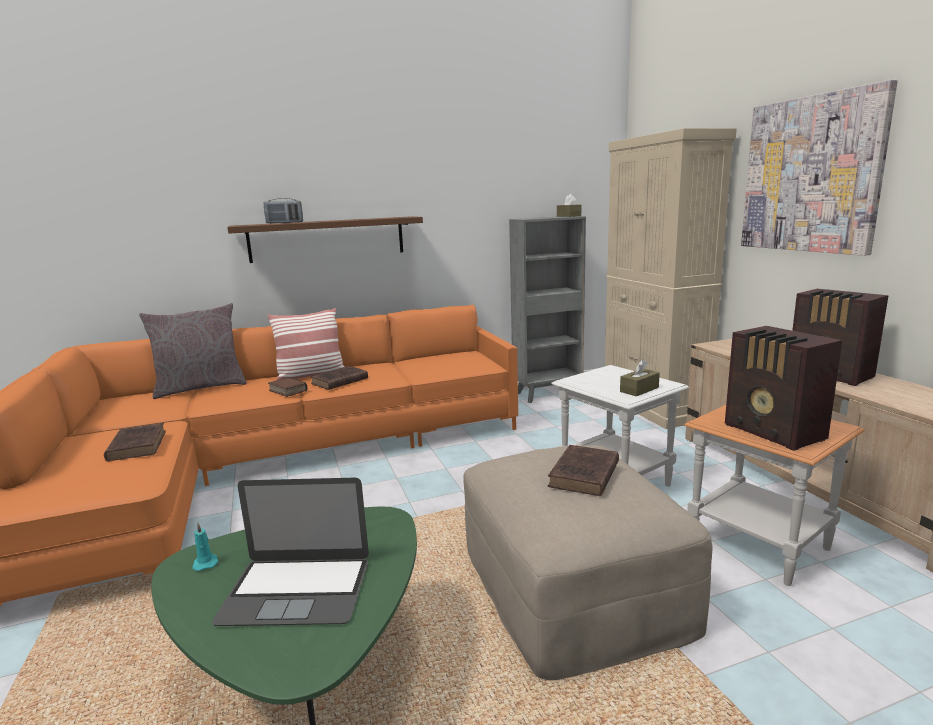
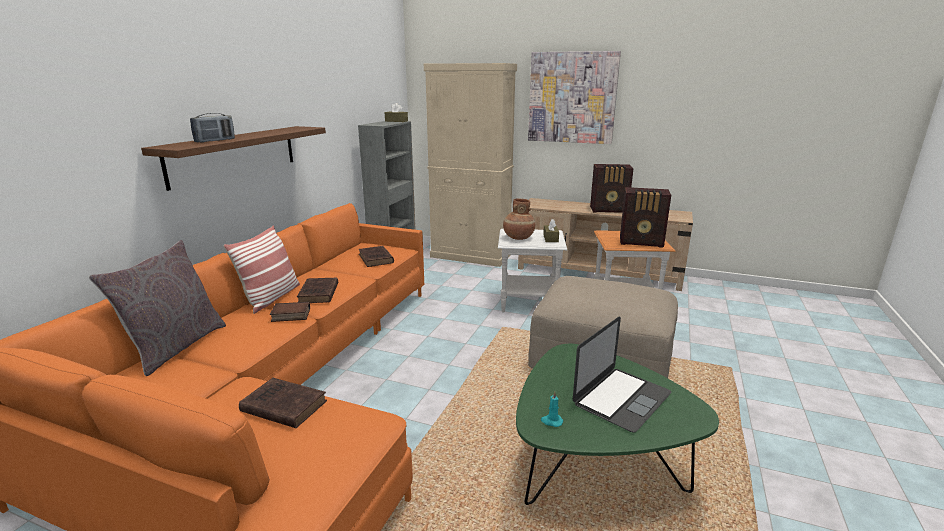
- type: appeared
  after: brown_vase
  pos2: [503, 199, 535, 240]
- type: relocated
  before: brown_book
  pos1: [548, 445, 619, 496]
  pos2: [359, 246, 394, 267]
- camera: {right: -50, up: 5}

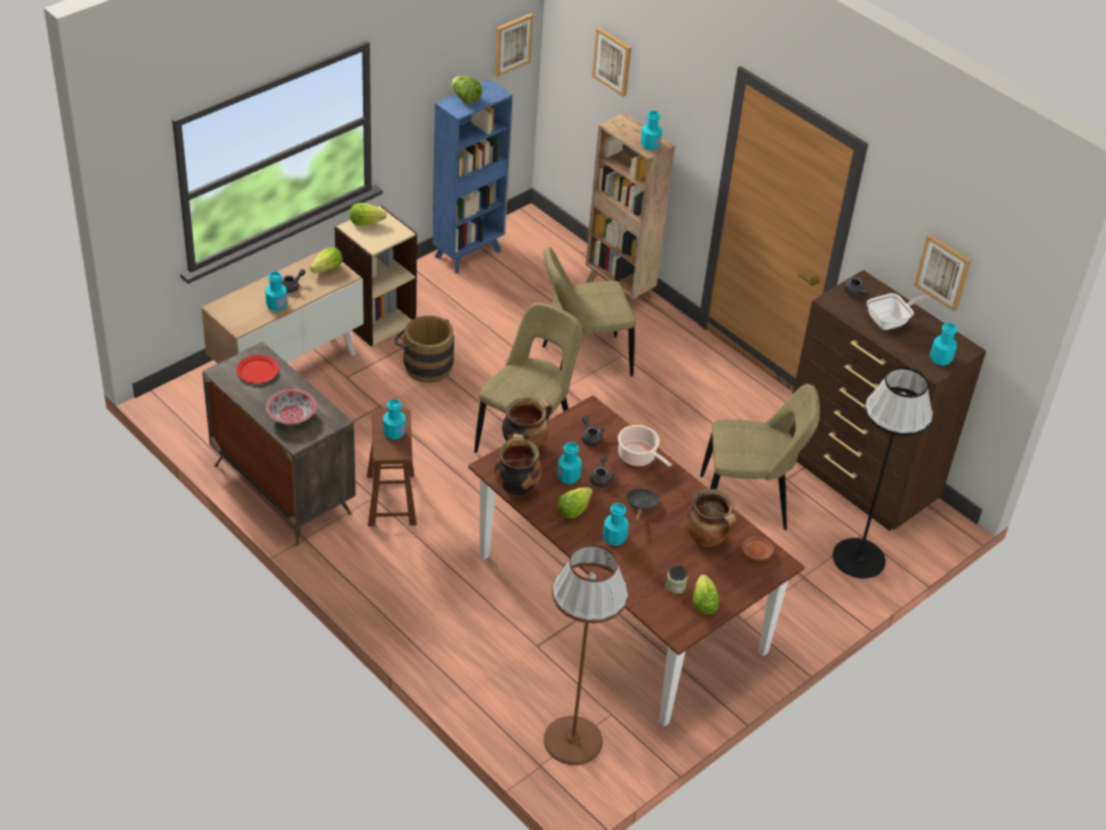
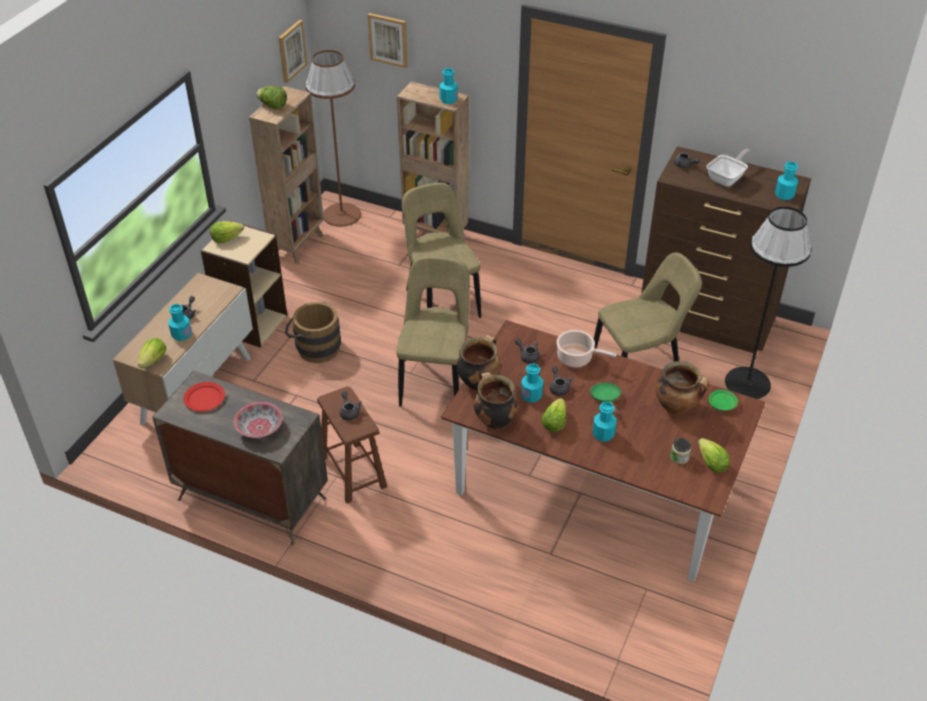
- type: missing
  before: picture
  pos1: [914, 234, 971, 312]
- type: relocated
  before: lettuce
  pos1: [310, 248, 343, 272]
  pos2: [138, 338, 166, 369]
- type: relocated
  before: brown_floor_lamp
  pos1: [544, 544, 628, 765]
  pos2: [305, 50, 361, 227]
- type: exchanged
  before: turquoise_bottle
  after: grey_teapot
  pos1: [383, 399, 406, 440]
  pos2: [340, 391, 362, 420]
- type: colour
  before: blue_bookcase
  after: brown_bookcase
  pos1: [432, 79, 513, 273]
  pos2: [249, 86, 324, 265]
- type: colour
  before: black_frying_pan
  after: green_frying_pan
  pos1: [626, 488, 659, 524]
  pos2: [590, 383, 621, 415]
- type: colour
  before: brown_plate
  after: green_plate
  pos1: [742, 537, 774, 560]
  pos2: [709, 390, 738, 411]
- type: spun
  before: beige_chair
  pos1: [542, 247, 636, 376]
  pos2: [402, 182, 481, 318]
  turn: 105
- camera: {right: -20, up: 0}

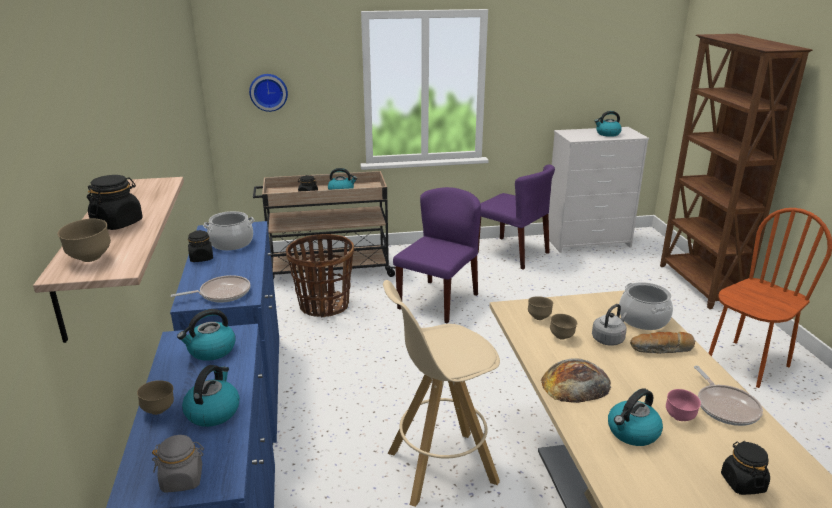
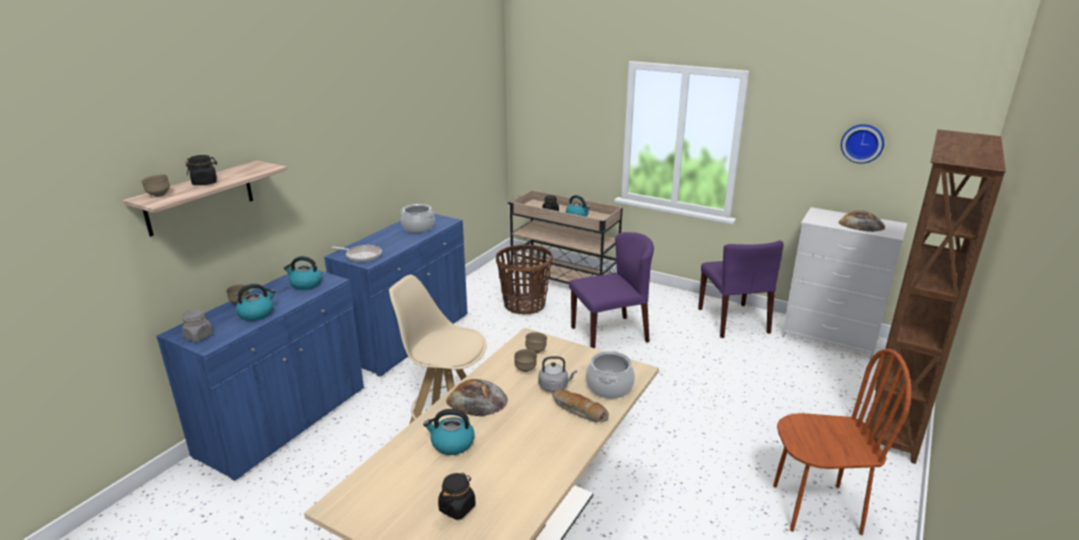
- type: missing
  before: black_jar
  pos1: [188, 230, 213, 262]
- type: missing
  before: pink_bowl
  pos1: [666, 389, 701, 421]
- type: missing
  before: frying_pan
  pos1: [694, 366, 763, 426]
- type: relocated
  before: wall_clock
  pos1: [249, 74, 288, 112]
  pos2: [841, 124, 884, 164]
- type: exchanged
  before: kettle
  after: bread
  pos1: [595, 111, 622, 137]
  pos2: [838, 210, 885, 232]
- camera: {right: 40, up: 0}

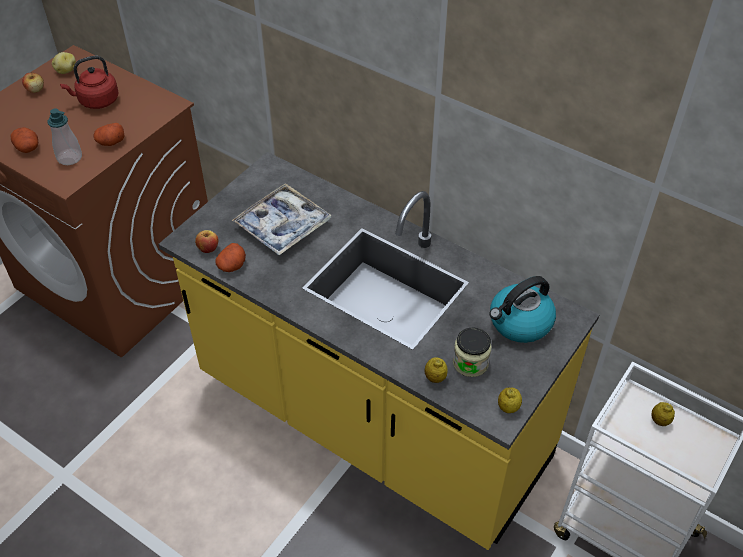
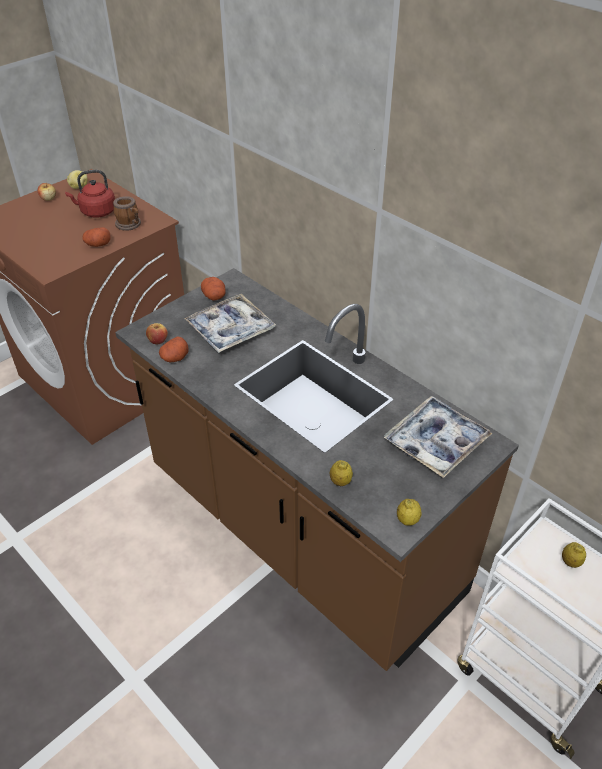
- type: missing
  before: soap_dispenser
  pos1: [48, 109, 82, 165]
- type: missing
  before: jar
  pos1: [453, 327, 492, 377]
- type: appeared
  after: mug
  pos2: [113, 196, 141, 231]
- type: relocated
  before: potato
  pos1: [11, 127, 38, 153]
  pos2: [201, 277, 226, 301]
- type: exchanged
  before: kettle
  after: tray
  pos1: [489, 276, 556, 343]
  pos2: [384, 396, 493, 478]
- type: colour
  before: yellow_counter
  after: brown_counter
  pos1: [158, 152, 599, 550]
  pos2: [115, 268, 519, 671]
- camera: {right: 10, up: -5}

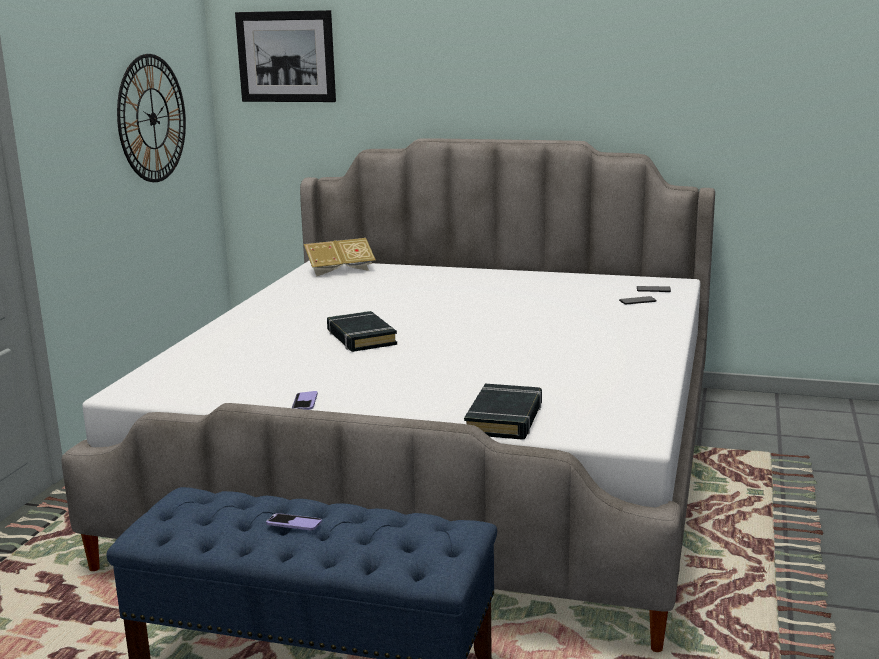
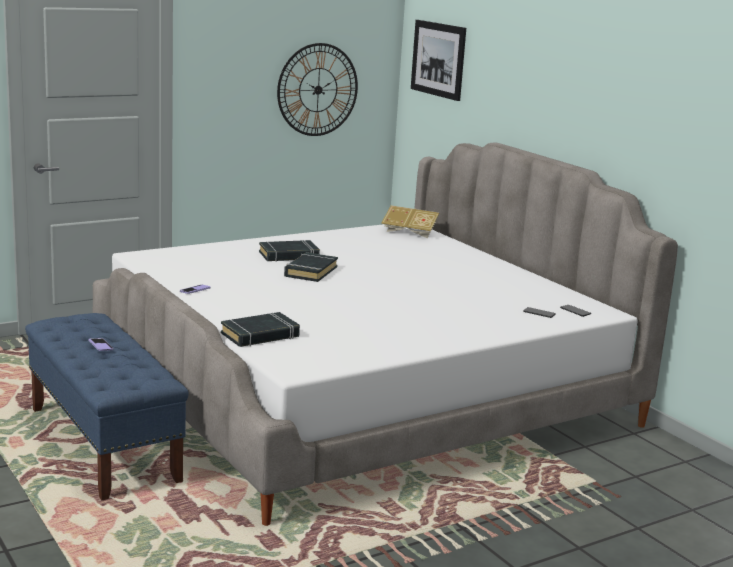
- type: appeared
  after: black_book
  pos2: [259, 240, 320, 261]
- camera: {right: 40, up: 0}

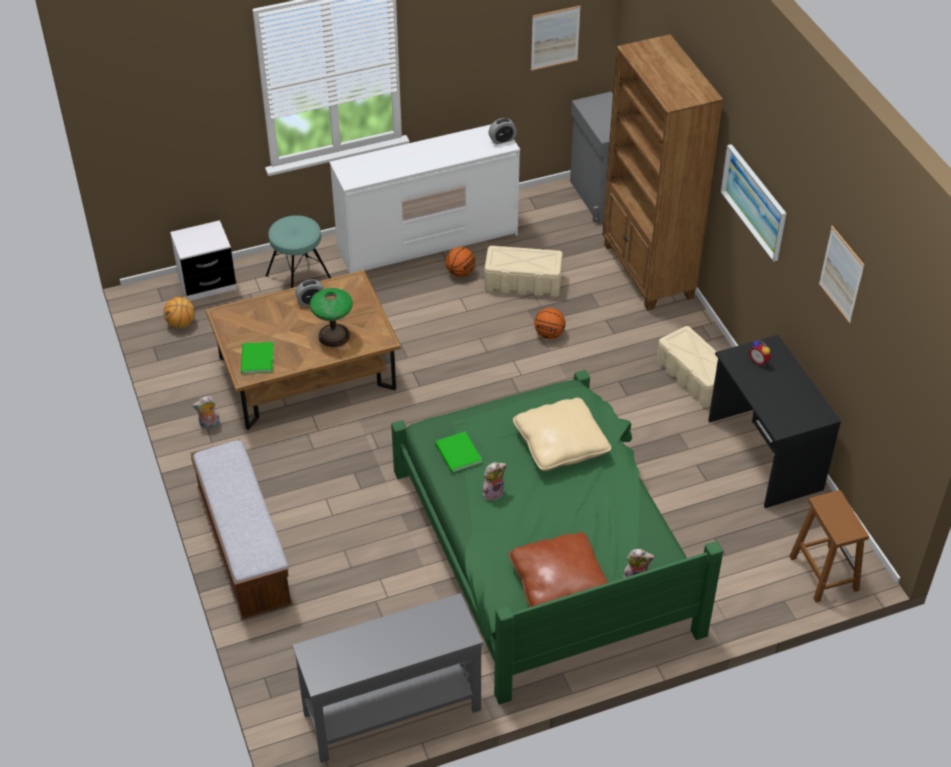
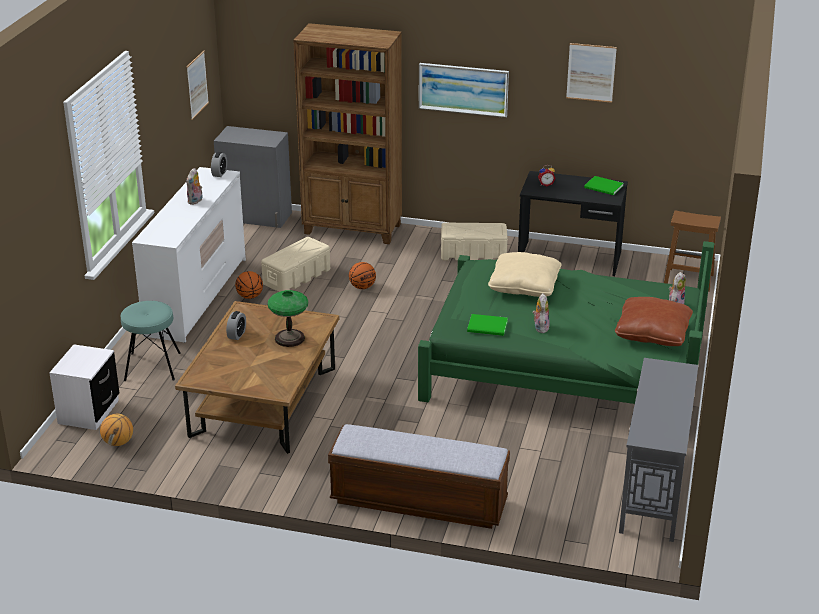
- type: relocated
  before: plush_toy
  pos1: [192, 396, 221, 429]
  pos2: [186, 168, 202, 205]
- type: relocated
  before: green_book
  pos1: [241, 342, 274, 374]
  pos2: [584, 176, 624, 195]
- camera: {right: -55, up: -15}

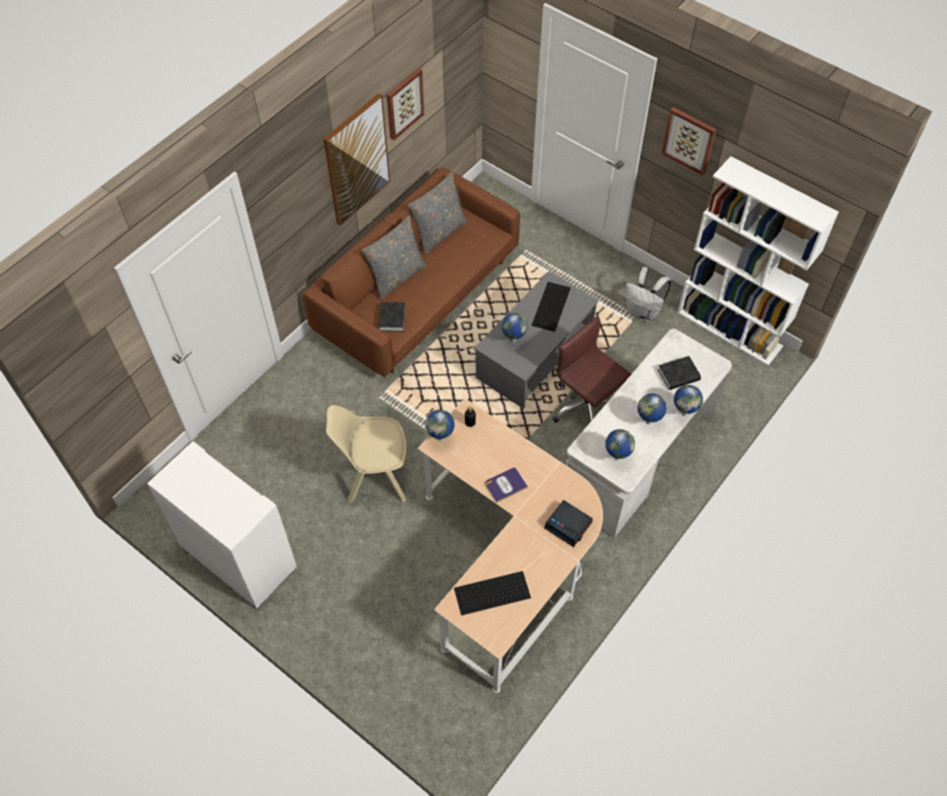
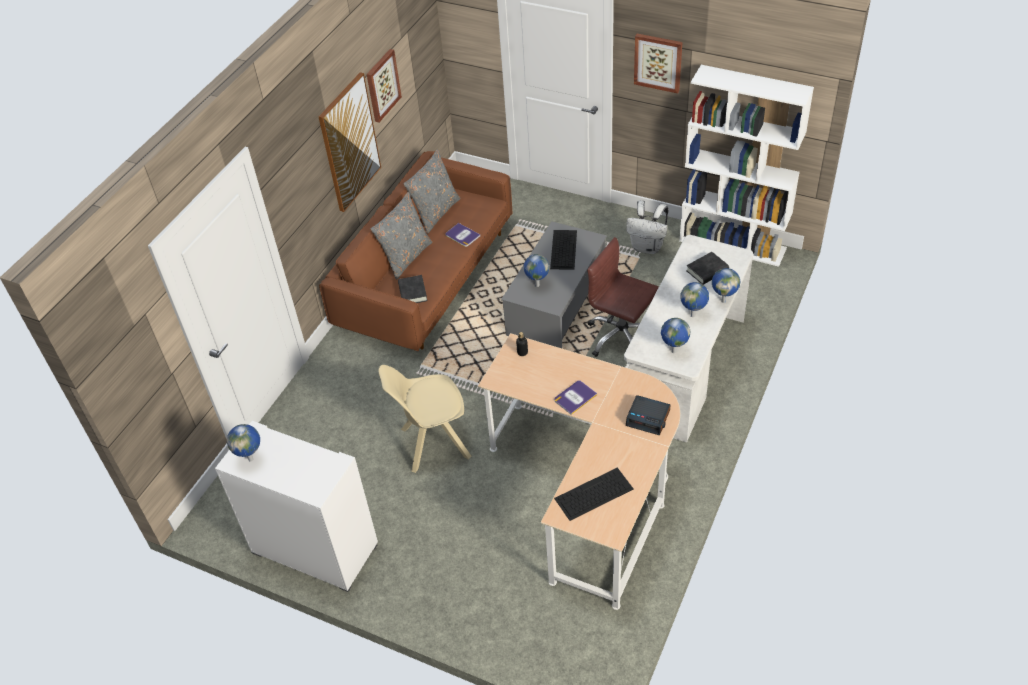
- type: appeared
  after: book
  pos2: [445, 223, 480, 247]
- type: relocated
  before: globe
  pos1: [425, 410, 455, 441]
  pos2: [227, 424, 260, 462]
- camera: {right: -10, up: -10}

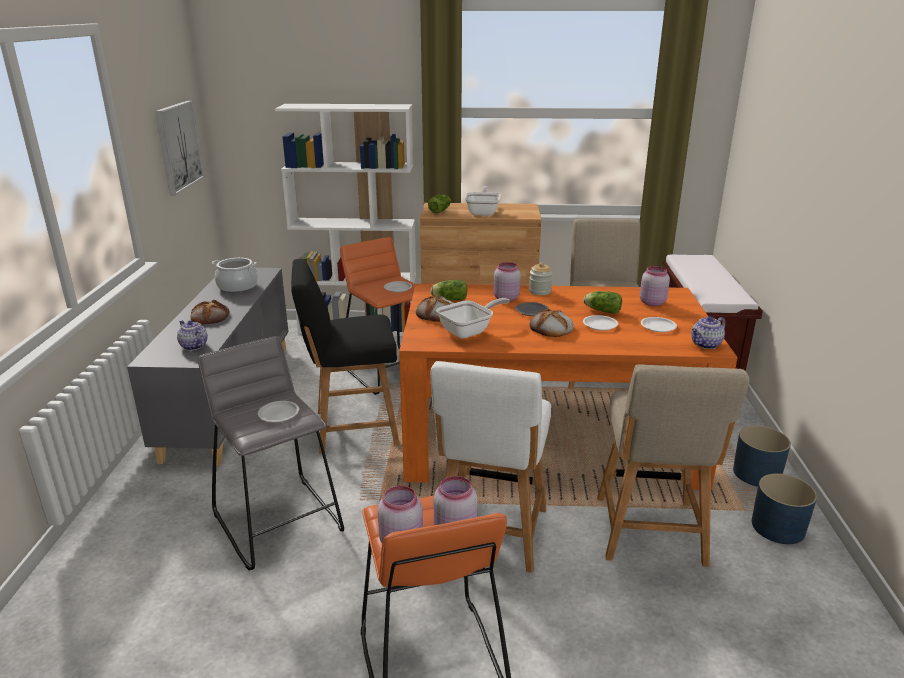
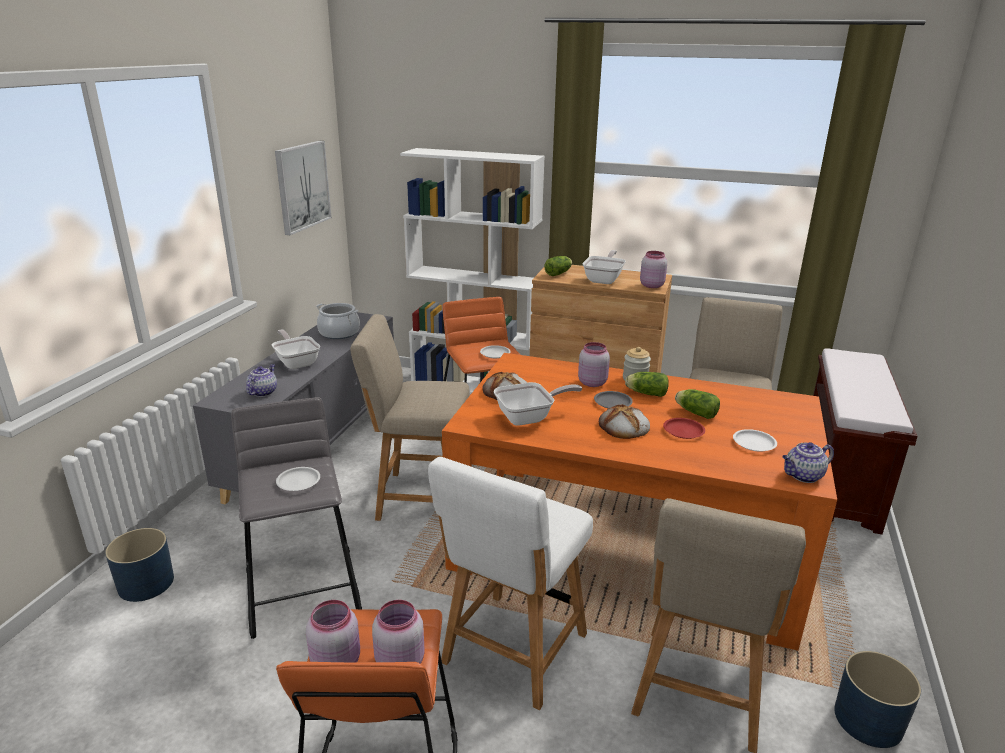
- type: relocated
  before: lettuce
  pos1: [430, 280, 467, 300]
  pos2: [625, 372, 669, 397]
- type: relocated
  before: pink_jar
  pos1: [640, 266, 670, 306]
  pos2: [640, 251, 667, 288]
- type: relocated
  before: blue_planter
  pos1: [733, 426, 791, 487]
  pos2: [105, 528, 174, 602]
- type: exchanged
  before: bread
  after: frying_pan
  pos1: [190, 300, 229, 325]
  pos2: [272, 329, 320, 369]
- type: colour
  before: black_chair
  after: beige_chair
  pos1: [291, 259, 400, 454]
  pos2: [350, 314, 470, 521]
- type: colour
  before: white_plate
  after: red_plate
  pos1: [583, 315, 618, 330]
  pos2: [663, 418, 705, 439]
- type: spun
  before: teapot
  pos1: [177, 320, 208, 350]
  pos2: [246, 364, 277, 397]
  turn: 45
- camera: {right: 15, up: 0}

